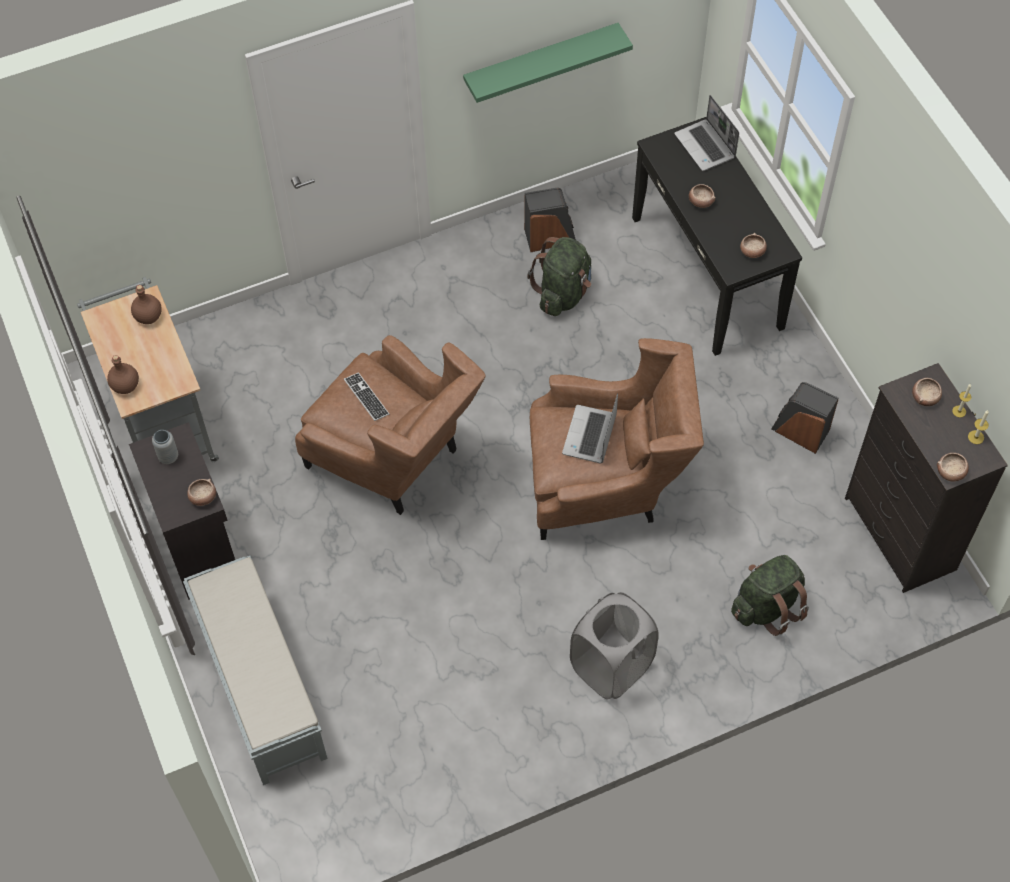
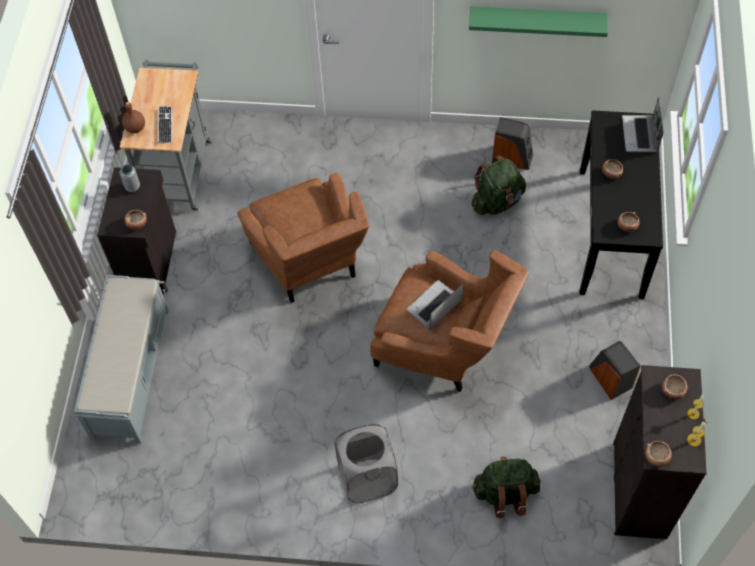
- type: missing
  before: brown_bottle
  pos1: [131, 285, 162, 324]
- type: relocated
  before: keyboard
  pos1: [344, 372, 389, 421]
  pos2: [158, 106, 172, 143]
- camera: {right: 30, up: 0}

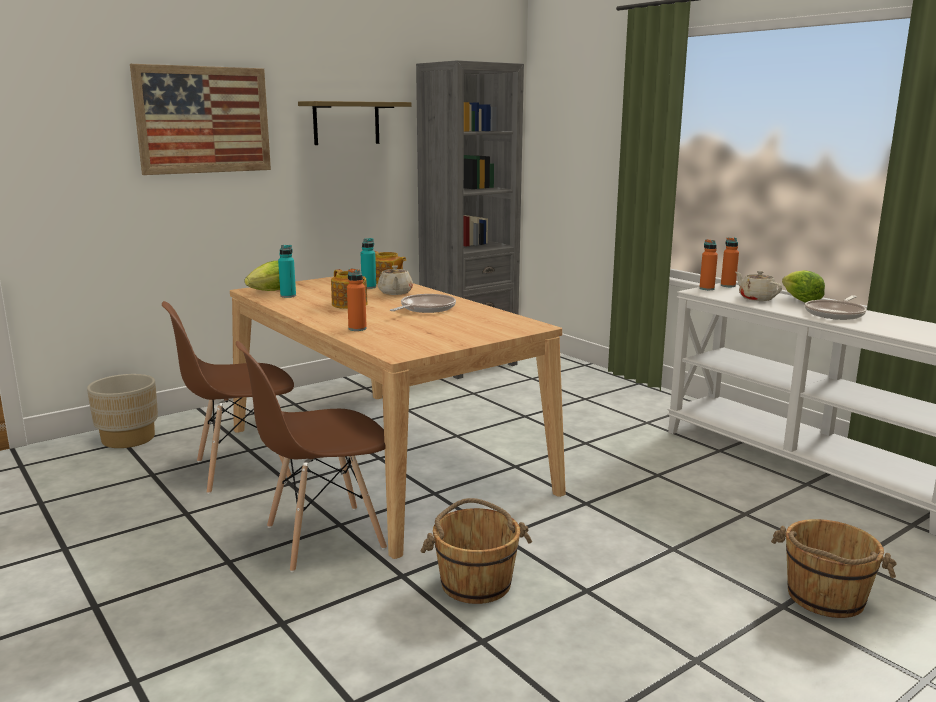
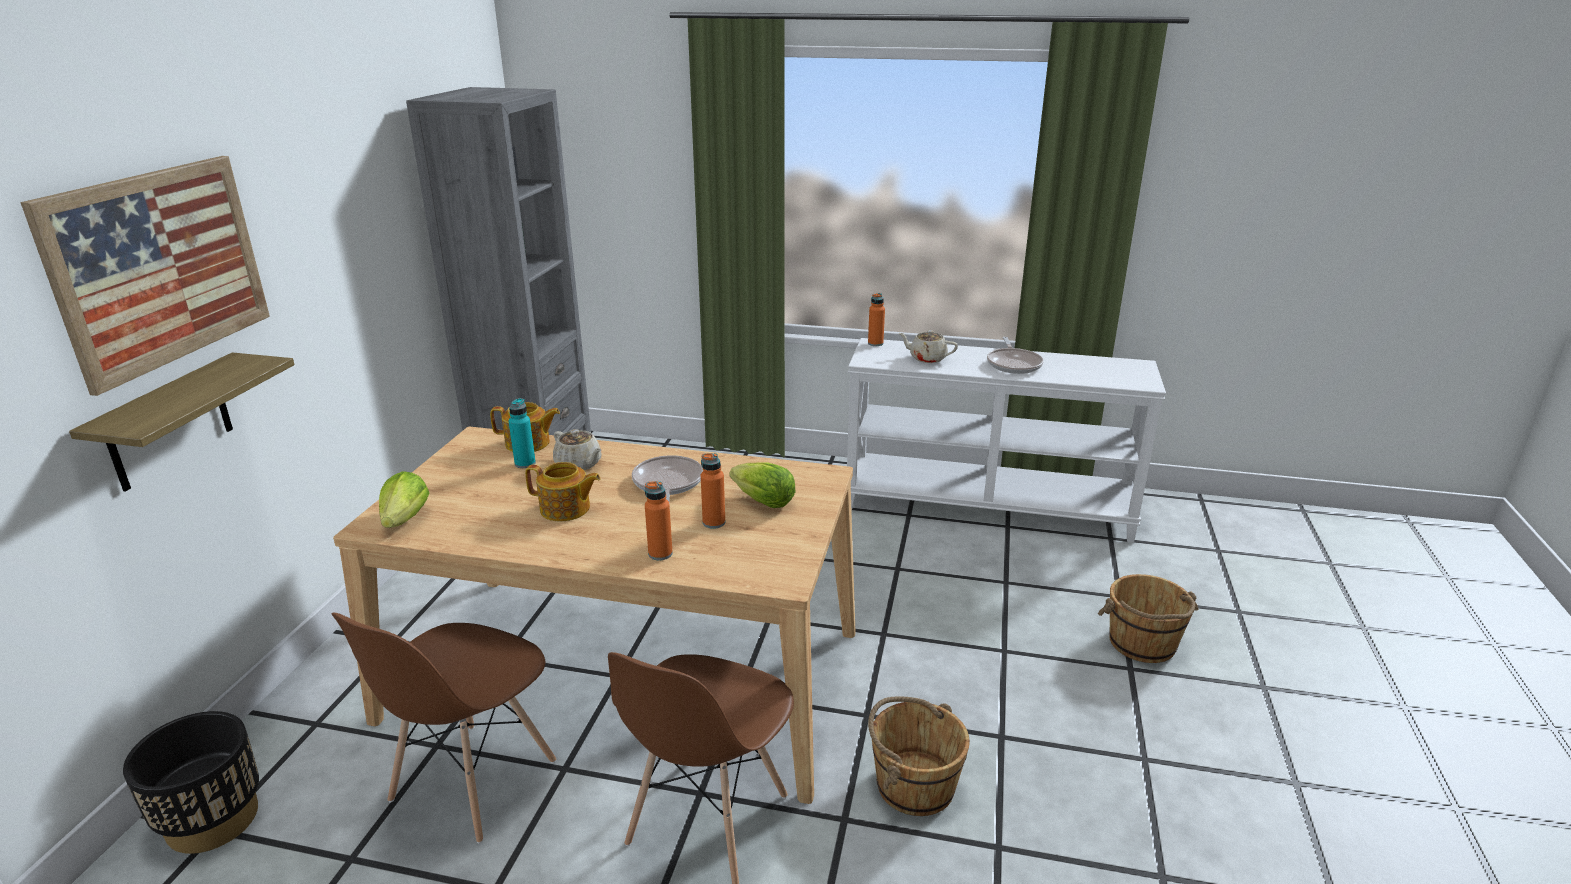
- type: missing
  before: turquoise_bottle
  pos1: [278, 245, 296, 298]
- type: relocated
  before: shelf
  pos1: [298, 101, 411, 145]
  pos2: [69, 352, 295, 492]
- type: relocated
  before: orange_bottle
  pos1: [699, 239, 718, 290]
  pos2: [701, 453, 725, 529]
- type: relocated
  before: lettuce
  pos1: [782, 270, 825, 303]
  pos2: [729, 462, 795, 508]
- type: colour
  before: beige_planter
  after: black_planter
  pos1: [87, 374, 158, 448]
  pos2: [123, 711, 259, 854]
- camera: {right: -40, up: 10}

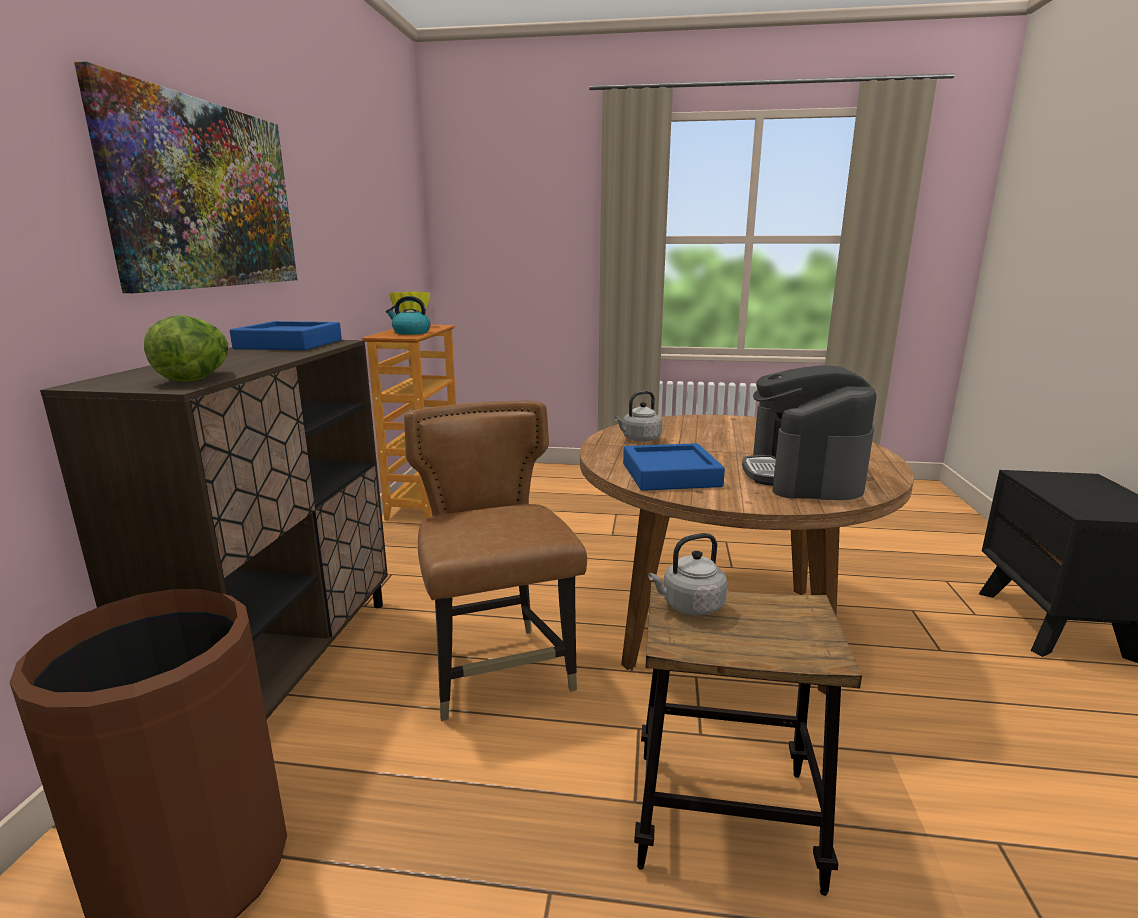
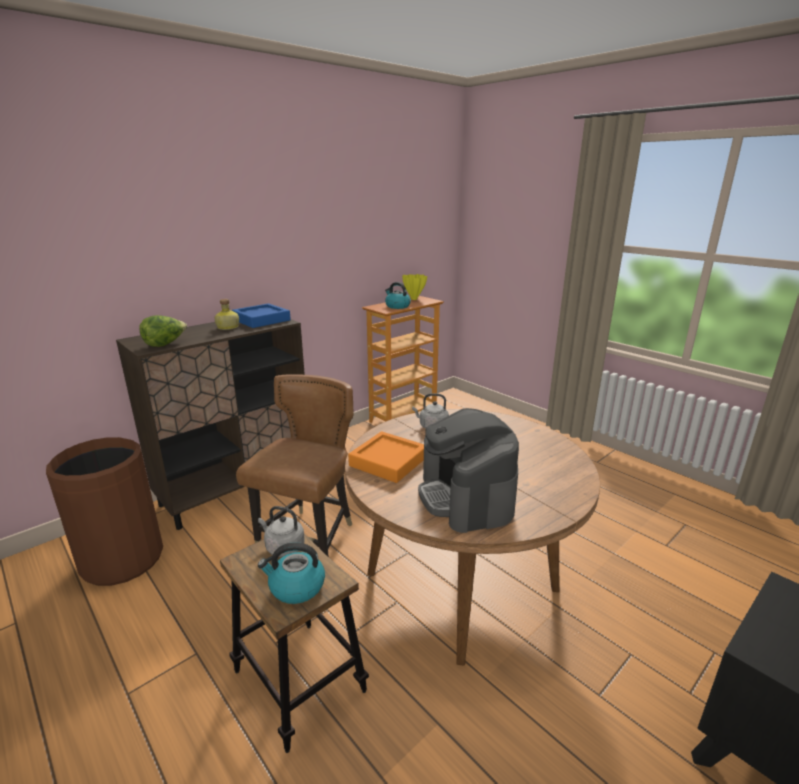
- type: missing
  before: picture
  pos1: [74, 61, 297, 293]
- type: appeared
  after: bottle
  pos2: [214, 299, 239, 330]
- type: appeared
  after: kettle
  pos2: [258, 543, 325, 604]
- type: colour
  before: blue_tray
  after: orange_tray
  pos1: [623, 443, 725, 491]
  pos2: [348, 431, 424, 483]
- type: spun
  before: coffee_machine
  pos1: [742, 365, 877, 500]
  pos2: [418, 408, 519, 533]
  turn: -60
- camera: {right: 40, up: 5}

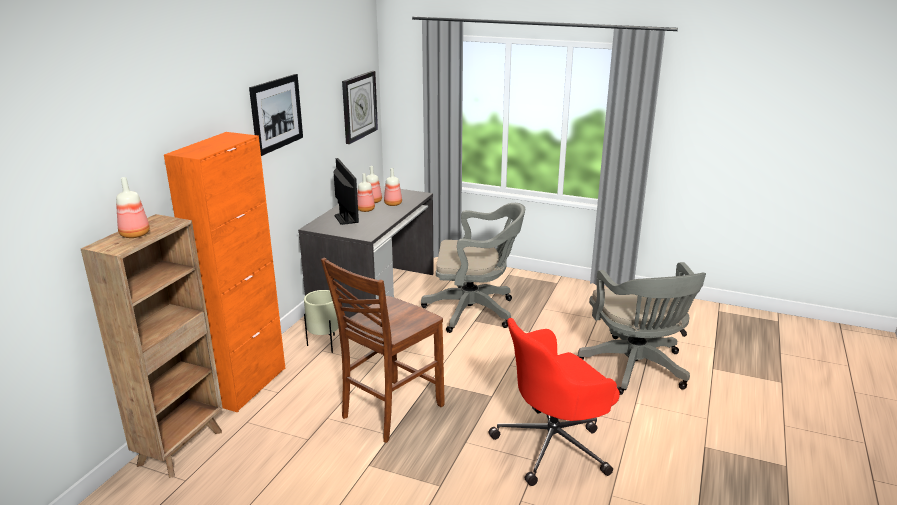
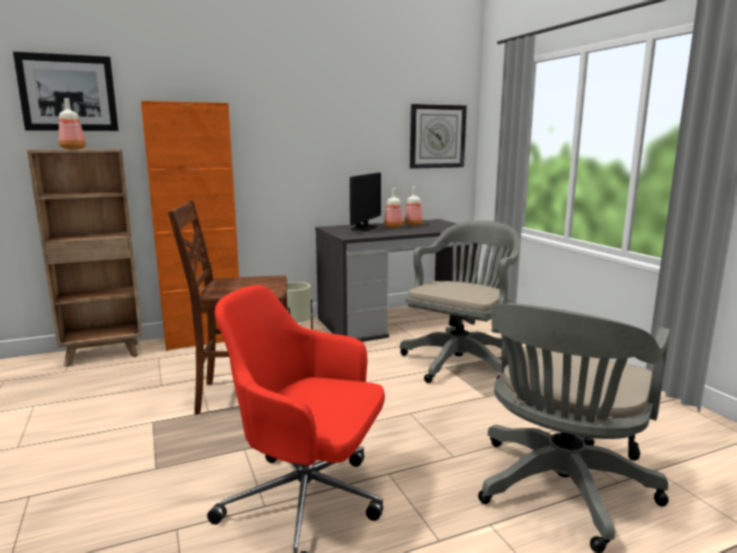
- type: missing
  before: bottle
  pos1: [384, 168, 402, 206]
- type: relocated
  before: picture
  pos1: [249, 74, 303, 156]
  pos2: [13, 52, 119, 131]
- type: spun
  before: grey_office_chair
  pos1: [421, 203, 525, 333]
  pos2: [400, 221, 520, 383]
  turn: -105
- camera: {right: 45, up: -10}

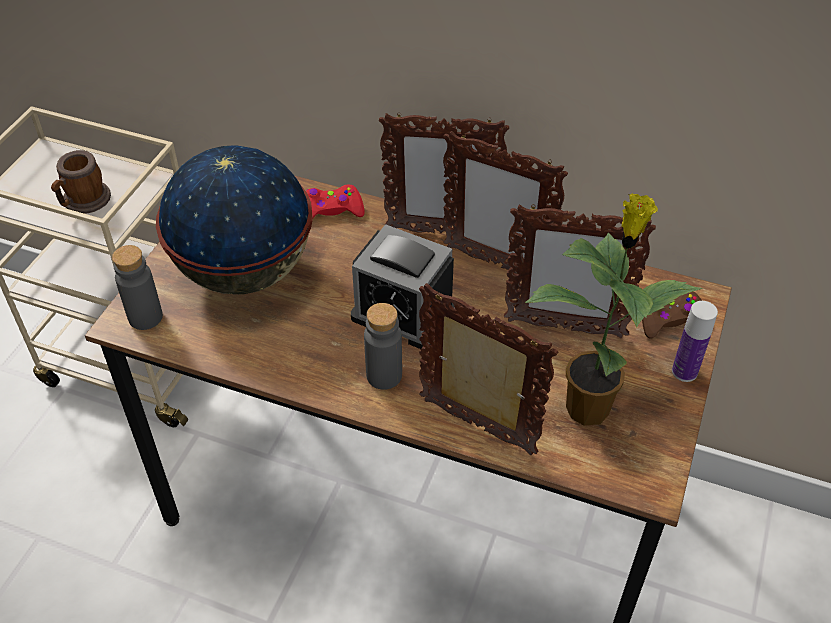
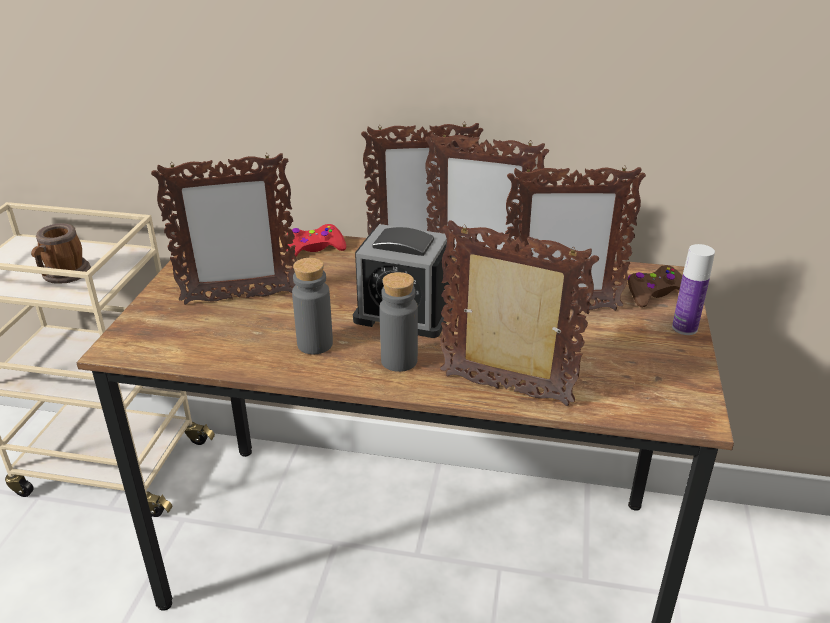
- type: missing
  before: potted_plant
  pos1: [525, 193, 702, 426]
- type: relocated
  before: grey_bottle
  pos1: [112, 245, 163, 330]
  pos2: [292, 258, 333, 354]
- type: exchanged
  before: globe
  after: picture_frame
  pos1: [156, 145, 313, 295]
  pos2: [151, 153, 297, 305]
- camera: {right: -10, up: -15}

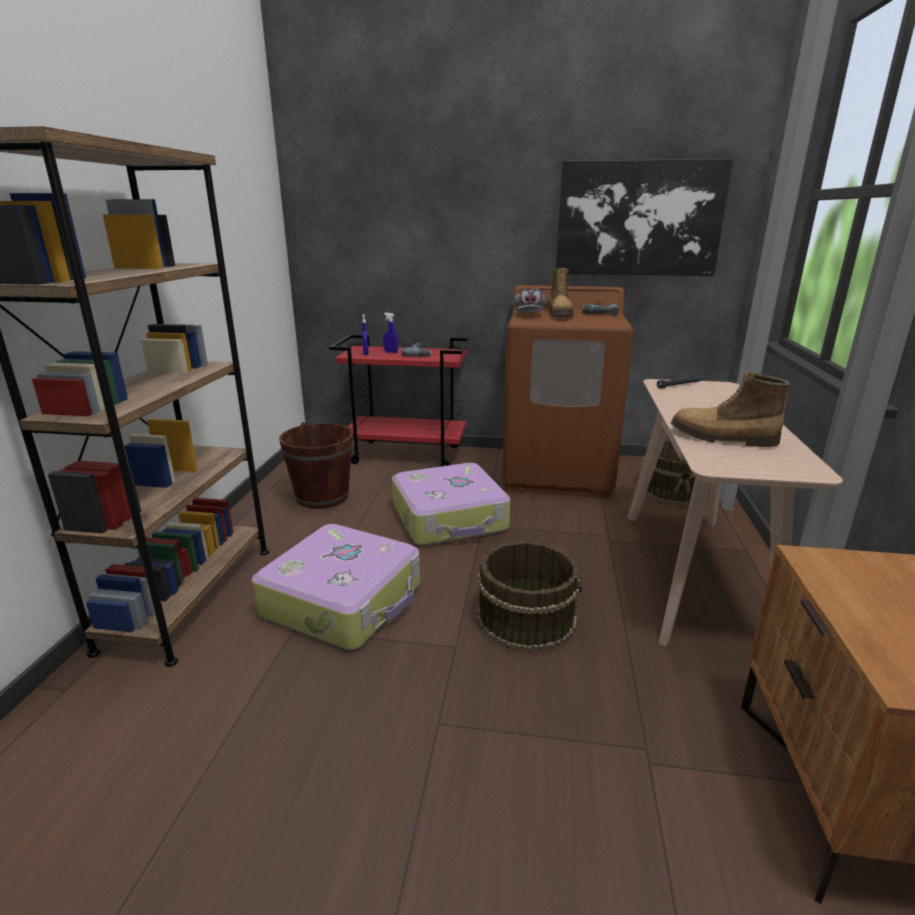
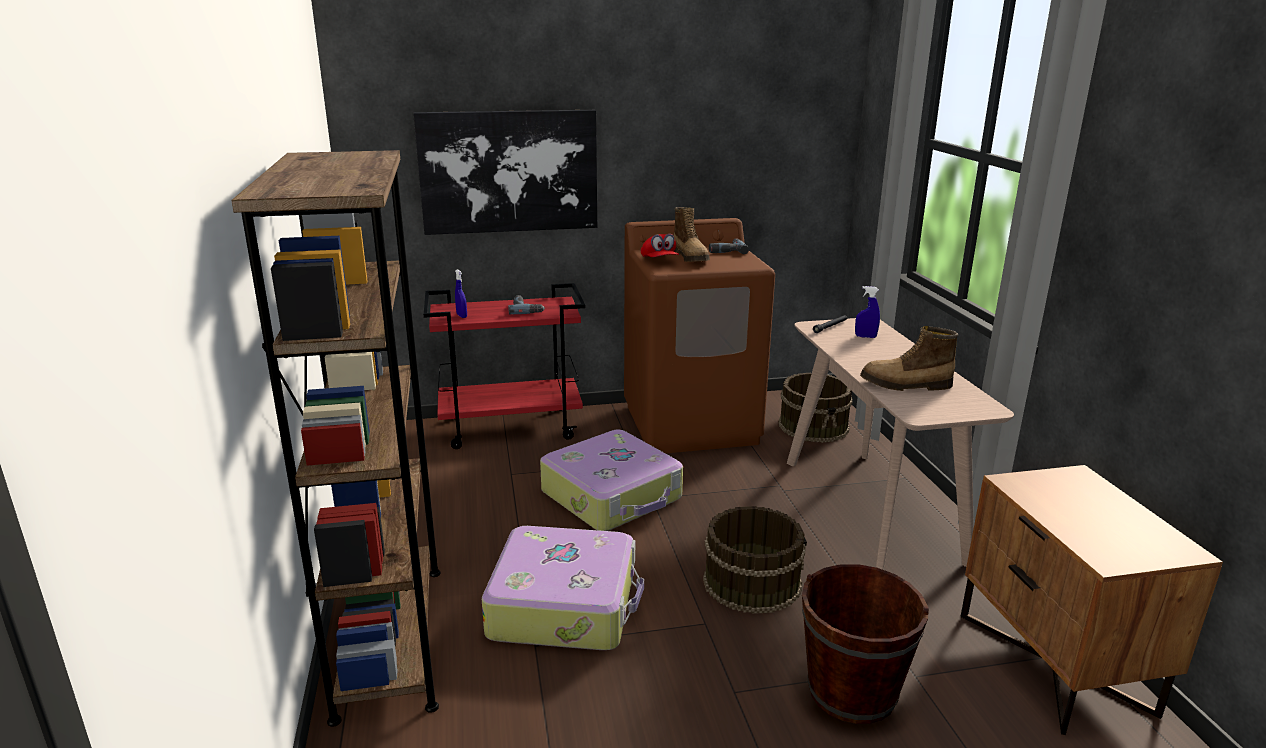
- type: relocated
  before: brown_bucket
  pos1: [279, 422, 353, 509]
  pos2: [802, 564, 929, 724]
- type: relocated
  before: blue_spray_bottle
  pos1: [383, 313, 398, 353]
  pos2: [855, 286, 880, 338]
- type: relocated
  before: picture
  pos1: [556, 159, 733, 276]
  pos2: [413, 110, 597, 235]
- type: colour
  before: grey_cap
  after: red_cap
  pos1: [514, 289, 546, 313]
  pos2: [641, 234, 679, 257]
- camera: {right: -20, up: 0}

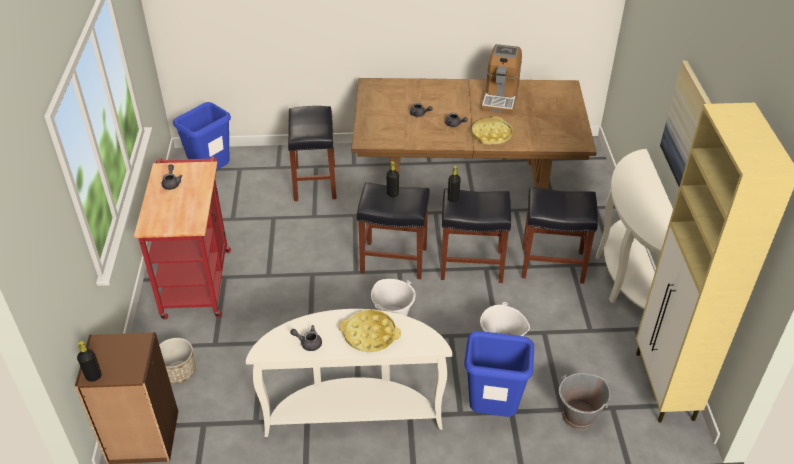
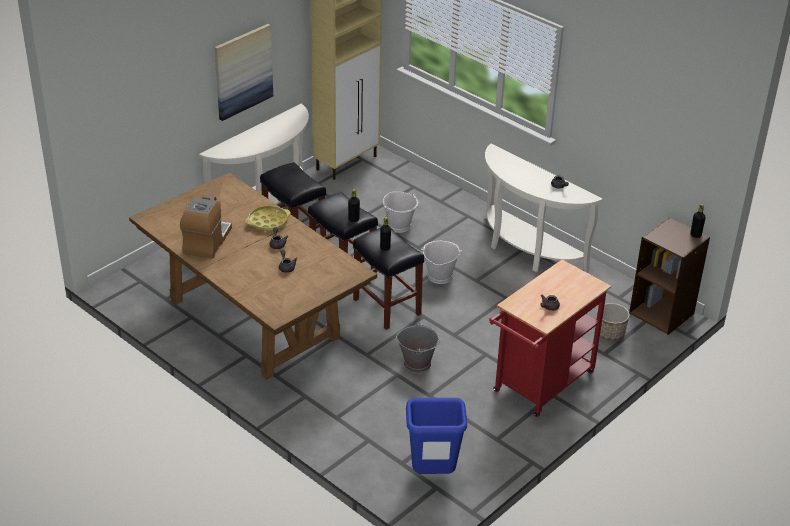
- type: missing
  before: black_stool
  pos1: [288, 106, 337, 201]
- type: missing
  before: yellow_tray
  pos1: [339, 310, 401, 352]
- type: missing
  before: blue_trash_can
  pos1: [464, 331, 534, 417]
- type: relocated
  before: grey_bucket
  pos1: [559, 373, 610, 430]
  pos2: [396, 322, 440, 373]
- type: spun
  before: coffee_machine
  pos1: [481, 44, 522, 114]
  pos2: [180, 195, 232, 259]
  turn: -45
- camera: {right: -135, up: -5}

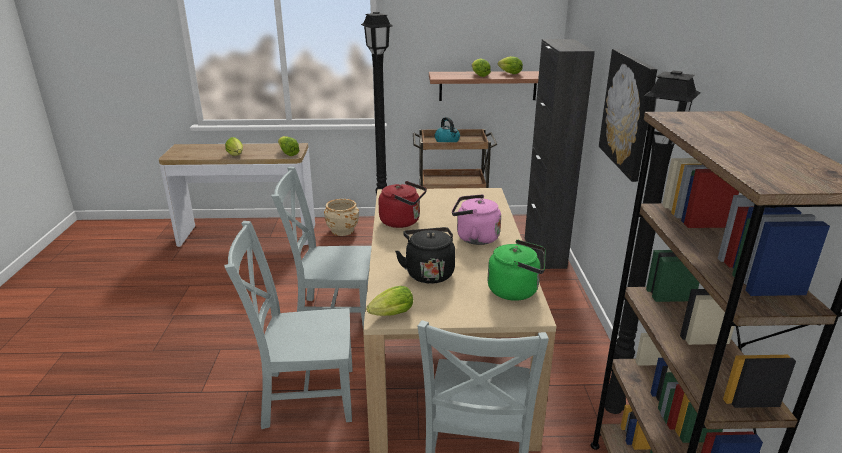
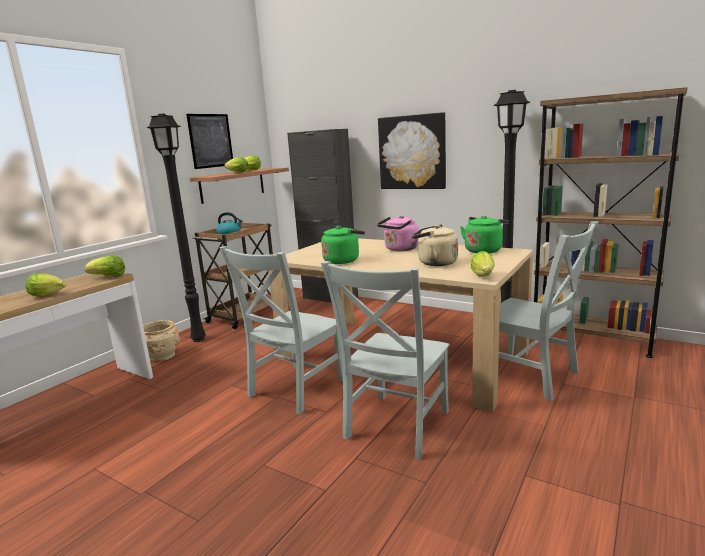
- type: appeared
  after: picture
  pos2: [186, 114, 233, 169]
- type: colour
  before: red_kettle
  after: green_kettle
  pos1: [378, 181, 427, 228]
  pos2: [321, 226, 365, 264]
- type: colour
  before: black_kettle
  after: beige_kettle
  pos1: [395, 227, 455, 284]
  pos2: [412, 225, 458, 266]
- camera: {right: -55, up: -10}

